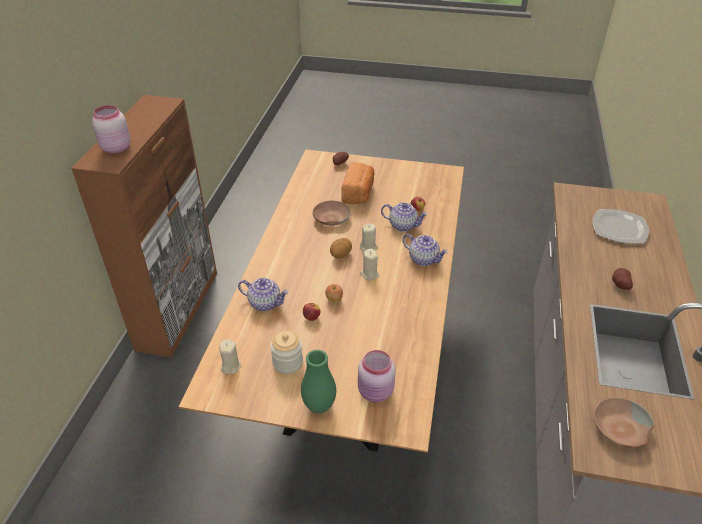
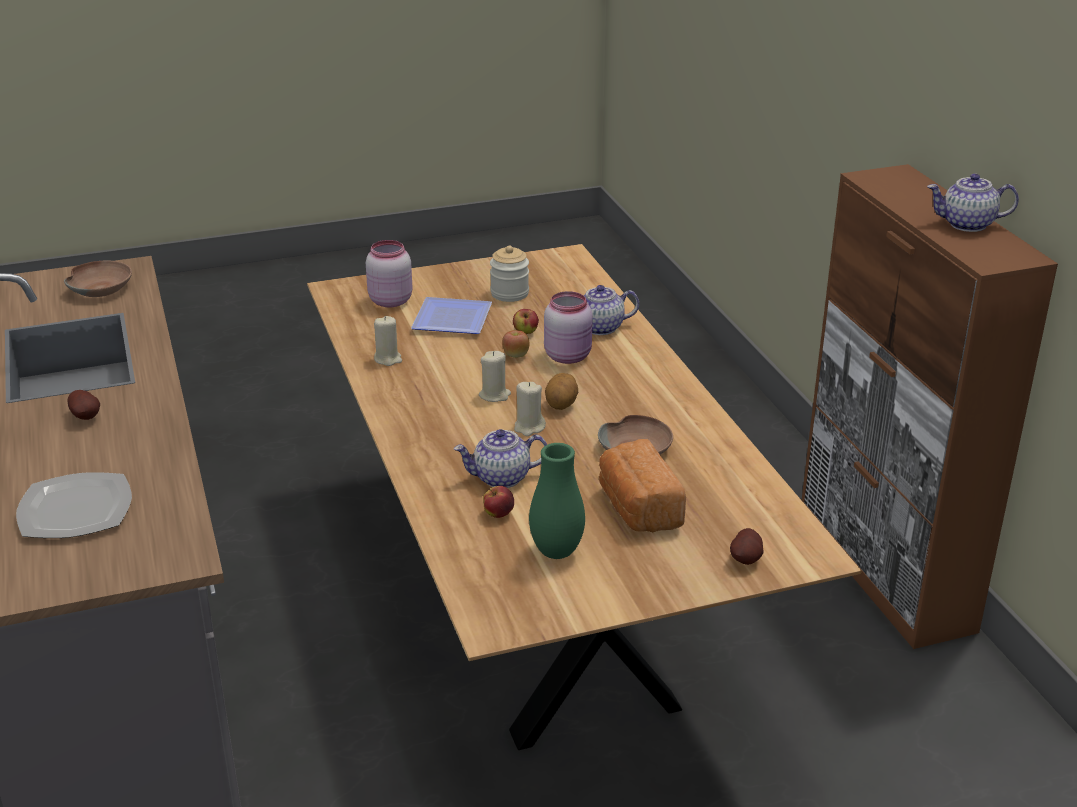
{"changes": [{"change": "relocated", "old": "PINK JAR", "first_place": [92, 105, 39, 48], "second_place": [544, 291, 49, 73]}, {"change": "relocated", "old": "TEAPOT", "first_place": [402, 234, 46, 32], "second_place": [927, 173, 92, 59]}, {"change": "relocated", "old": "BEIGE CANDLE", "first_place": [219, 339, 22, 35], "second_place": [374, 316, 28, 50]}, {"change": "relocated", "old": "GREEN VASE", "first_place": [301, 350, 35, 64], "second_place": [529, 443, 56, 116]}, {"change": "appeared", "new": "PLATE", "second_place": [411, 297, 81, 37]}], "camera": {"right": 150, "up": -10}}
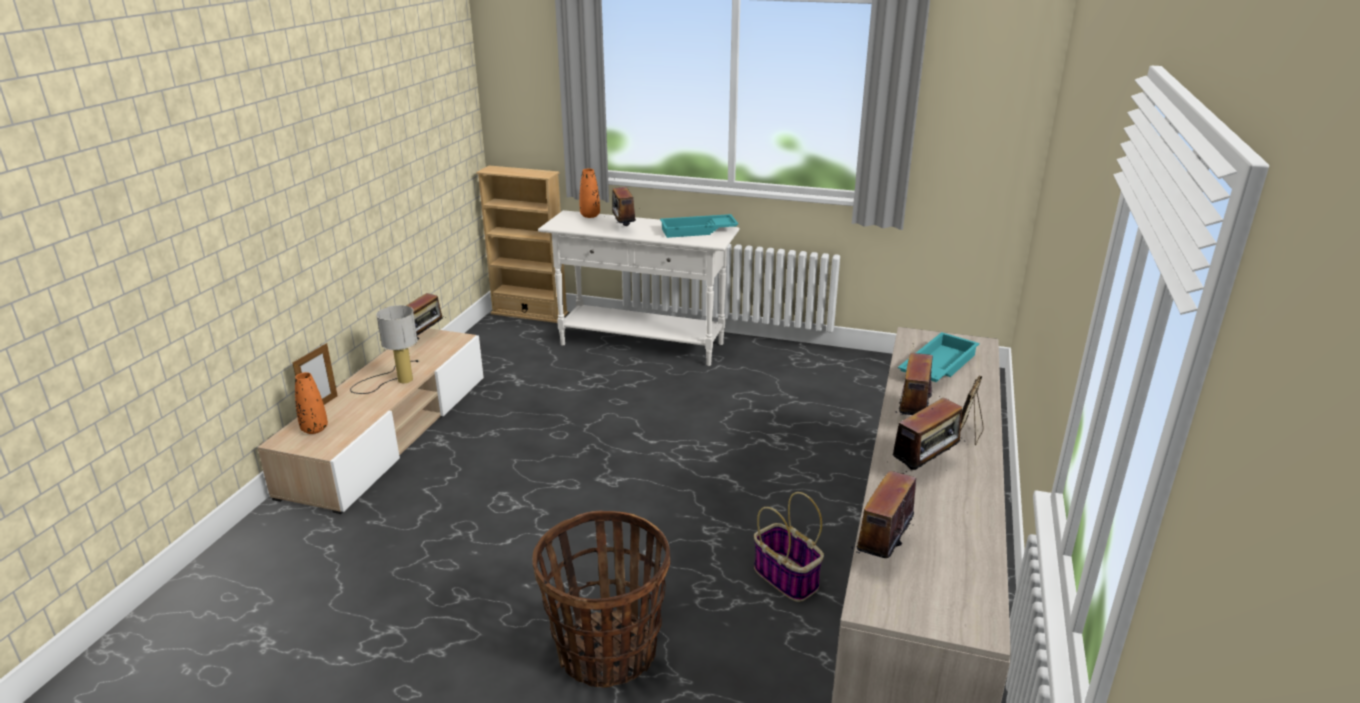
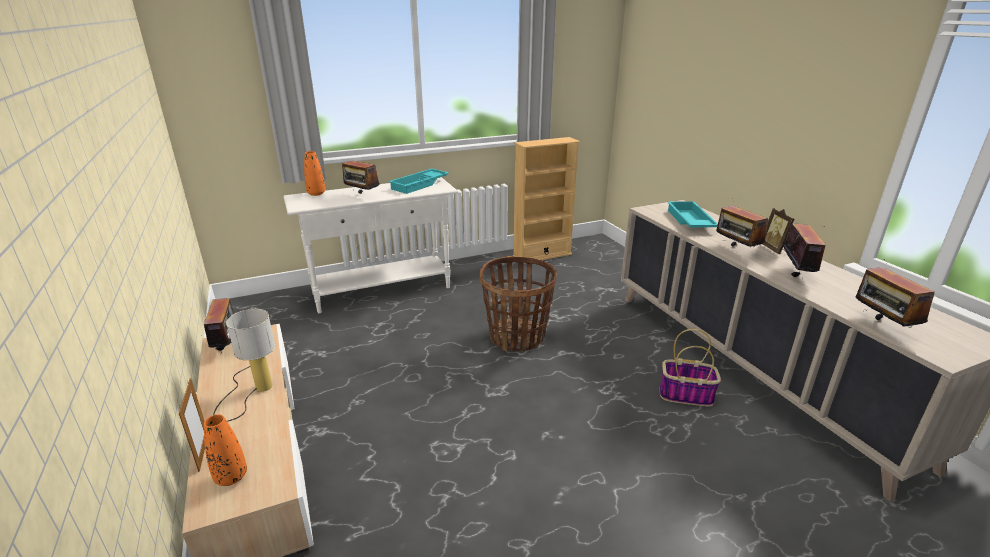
{"changes": [{"change": "relocated", "old": "BEIGE BOOKCASE", "first_place": [476, 166, 92, 157], "second_place": [512, 137, 68, 127]}, {"change": "relocated", "old": "BASKET", "first_place": [532, 511, 138, 177], "second_place": [480, 256, 77, 95]}], "camera": {"right": -40, "up": 0}}
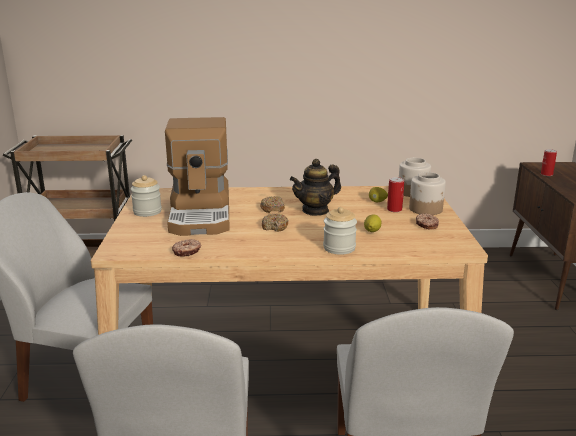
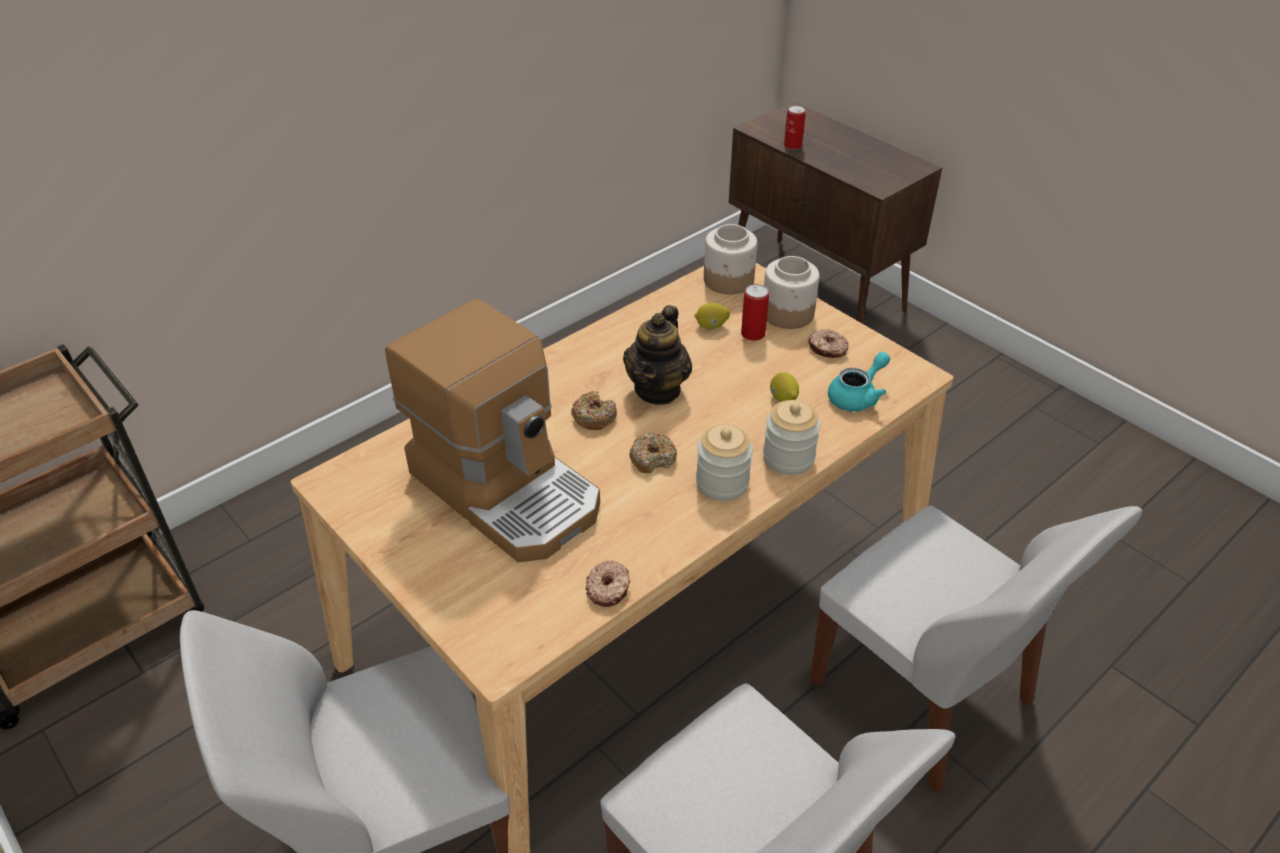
{"changes": [{"change": "relocated", "old": "JAR", "first_place": [131, 175, 31, 42], "second_place": [696, 424, 57, 77]}, {"change": "appeared", "new": "TURQUOISE TEAPOT", "second_place": [828, 352, 62, 60]}], "camera": {"right": -40, "up": 20}}
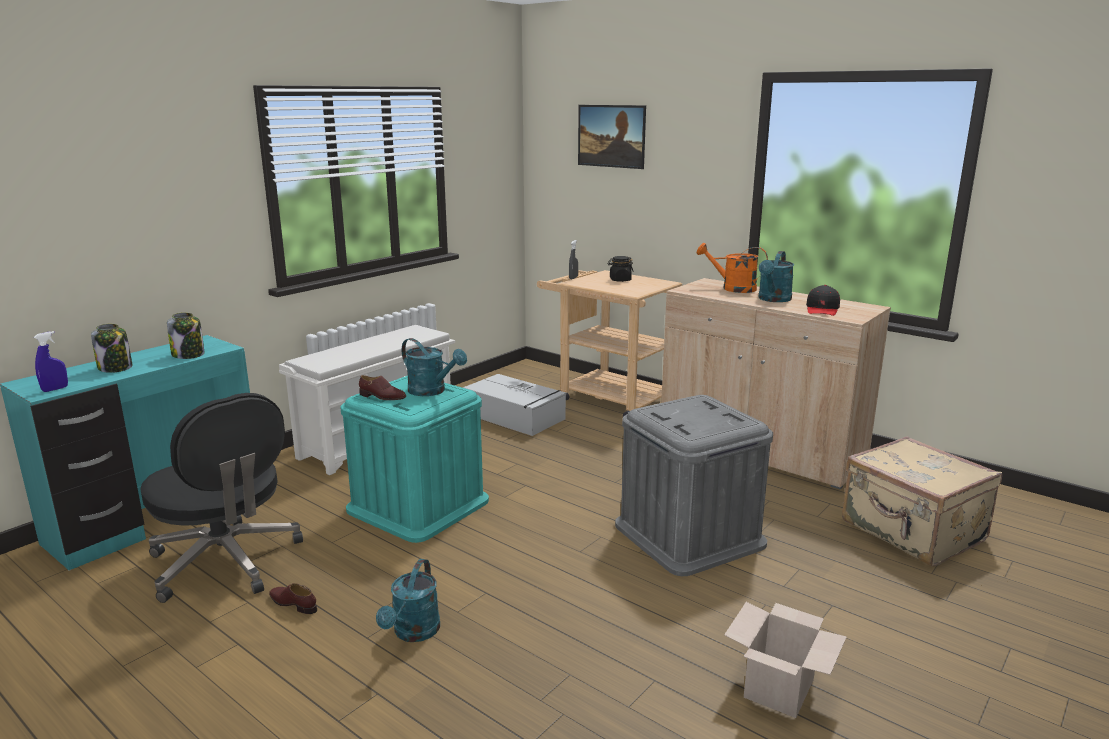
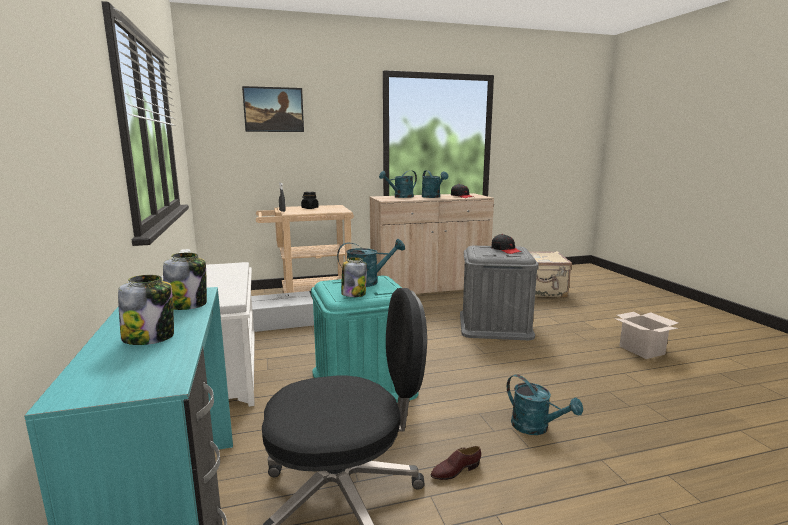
{"changes": [{"change": "colour", "old": "ORANGE WATERING CAN", "new": "TURQUOISE WATERING CAN", "first_place": [697, 243, 71, 50], "second_place": [379, 170, 38, 28]}, {"change": "missing", "old": "BLUE SPRAY BOTTLE", "first_place": [34, 331, 34, 61]}, {"change": "exchanged", "old": "BROWN SHOE", "new": "JAR", "first_place": [359, 375, 47, 25], "second_place": [341, 257, 26, 40]}, {"change": "appeared", "new": "BLACK CAP", "second_place": [491, 234, 31, 20]}], "camera": {"right": -55, "up": -5}}
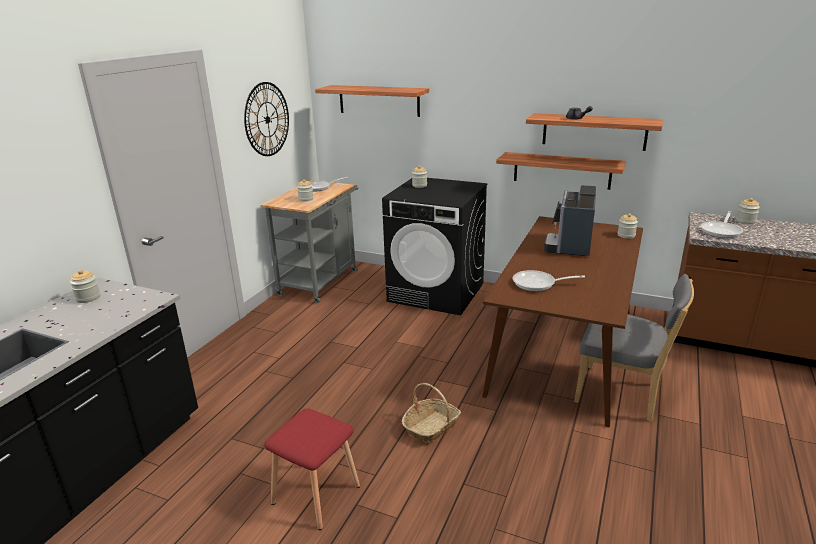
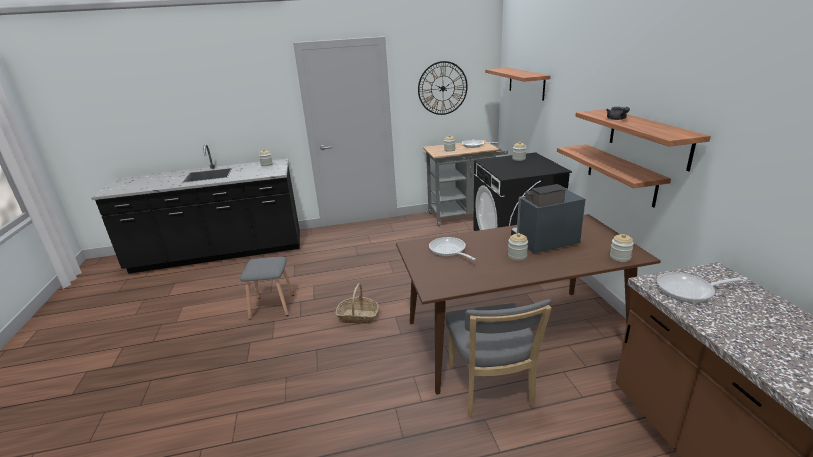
{"changes": [{"change": "relocated", "old": "JAR", "first_place": [736, 198, 24, 26], "second_place": [508, 233, 20, 27]}, {"change": "colour", "old": "RED STOOL", "new": "GREY STOOL", "first_place": [264, 408, 96, 122], "second_place": [240, 257, 54, 63]}], "camera": {"right": 55, "up": 0}}
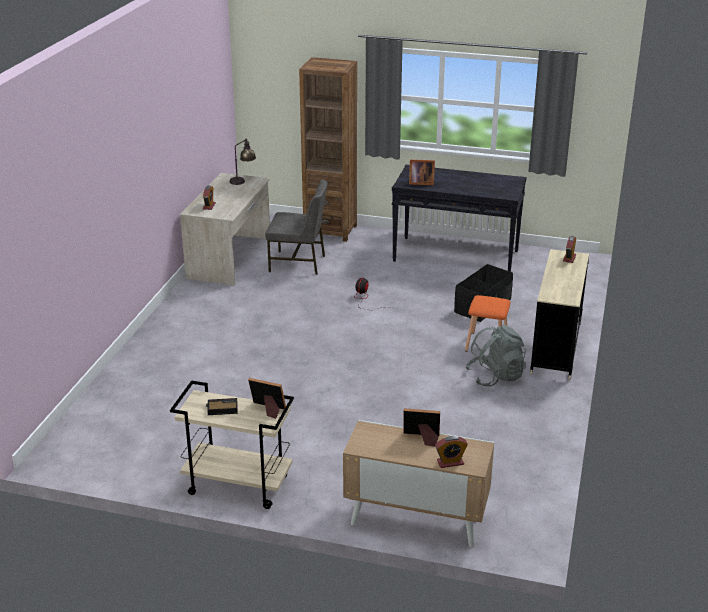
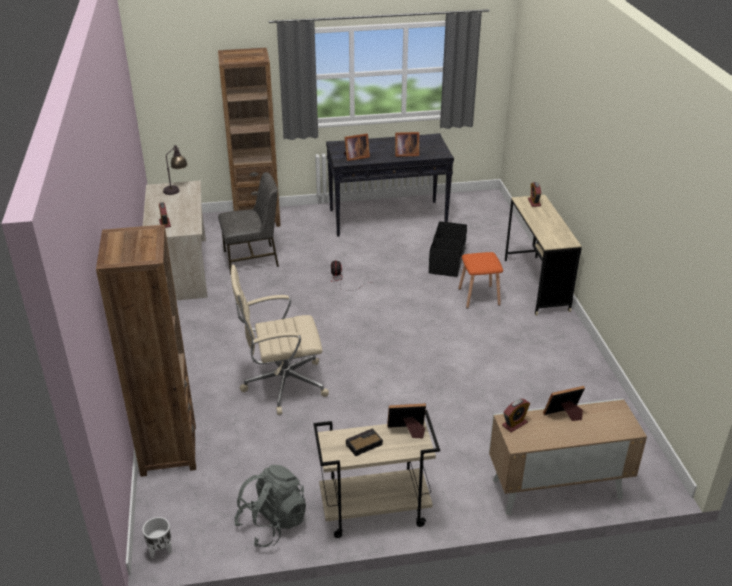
{"changes": [{"change": "relocated", "old": "GREY BACKPACK", "first_place": [466, 325, 60, 61], "second_place": [234, 465, 72, 82]}, {"change": "relocated", "old": "ALARM CLOCK", "first_place": [435, 436, 33, 32], "second_place": [502, 399, 28, 33]}, {"change": "appeared", "new": "PICTURE FRAME", "second_place": [395, 132, 24, 25]}, {"change": "appeared", "new": "BROWN BOOKCASE", "second_place": [96, 225, 100, 252]}, {"change": "appeared", "new": "BEIGE OFFICE CHAIR", "second_place": [231, 265, 98, 150]}, {"change": "appeared", "new": "WHITE PLANTER", "second_place": [142, 517, 30, 42]}], "camera": {"right": -25, "up": 5}}
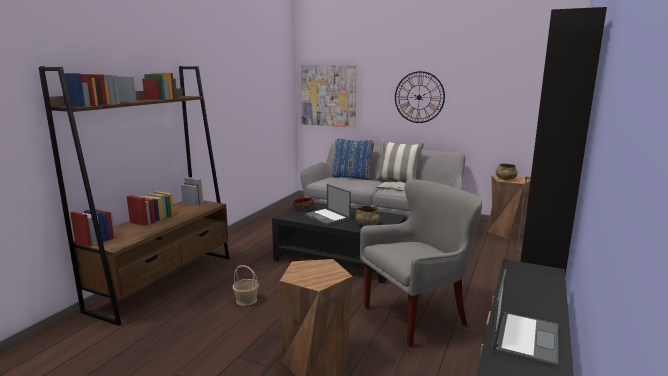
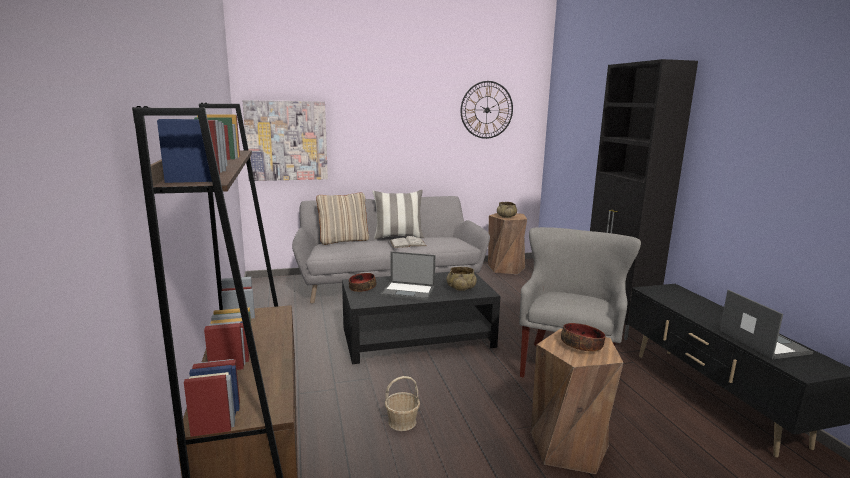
{"changes": [{"change": "relocated", "old": "WALL CLOCK", "first_place": [395, 71, 50, 52], "second_place": [461, 81, 52, 58]}, {"change": "colour", "old": "BLUE PILLOW", "new": "BEIGE PILLOW", "first_place": [332, 138, 42, 42], "second_place": [316, 192, 53, 53]}, {"change": "appeared", "new": "BOWL", "second_place": [561, 323, 44, 29]}], "camera": {"right": -40, "up": 0}}
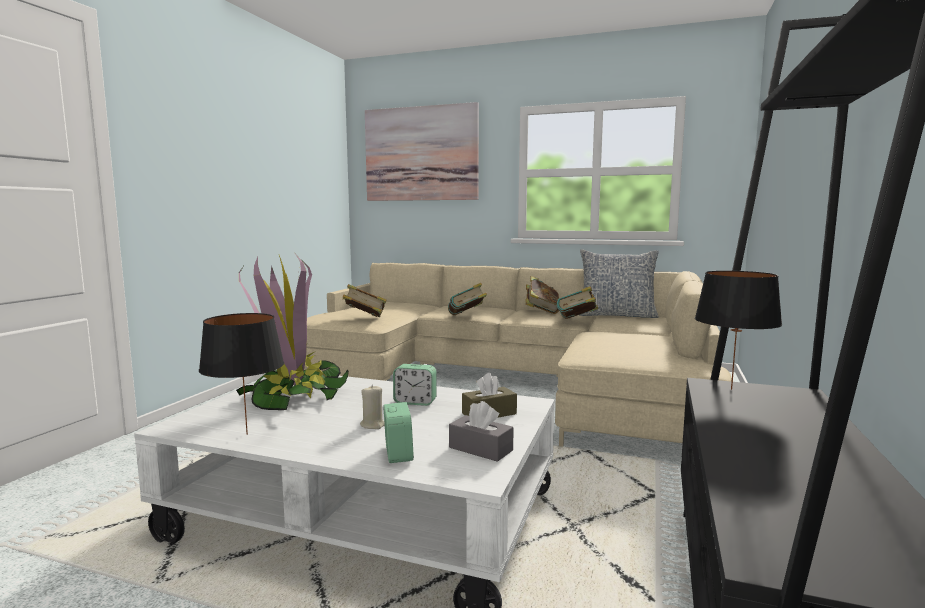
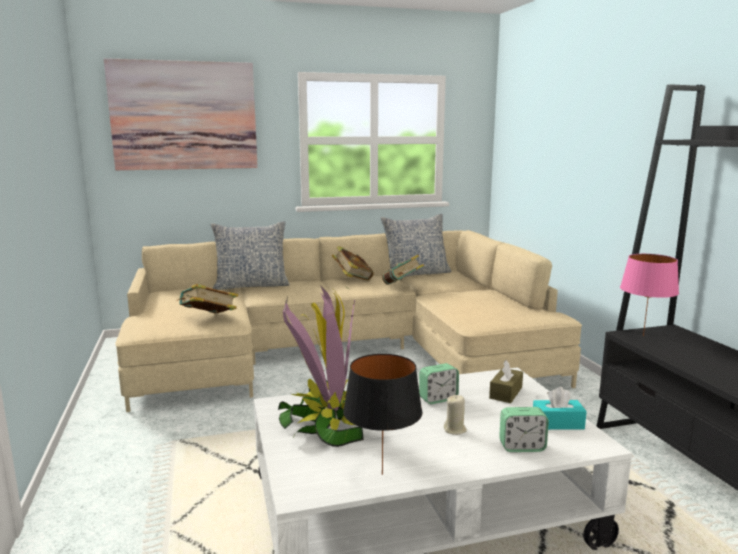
{"changes": [{"change": "colour", "old": "BLACK TABLE LAMP", "new": "PINK TABLE LAMP", "first_place": [695, 270, 87, 120], "second_place": [620, 254, 59, 82]}, {"change": "missing", "old": "BOOK", "first_place": [448, 283, 39, 32]}, {"change": "colour", "old": "GREY TISSUE BOX", "new": "TURQUOISE TISSUE BOX", "first_place": [449, 401, 65, 61], "second_place": [533, 387, 54, 43]}, {"change": "spun", "old": "ALARM CLOCK", "first_place": [383, 402, 31, 61], "second_place": [499, 407, 50, 45], "degrees": 135}, {"change": "appeared", "new": "PILLOW", "second_place": [211, 221, 79, 69]}], "camera": {"right": -35, "up": 5}}
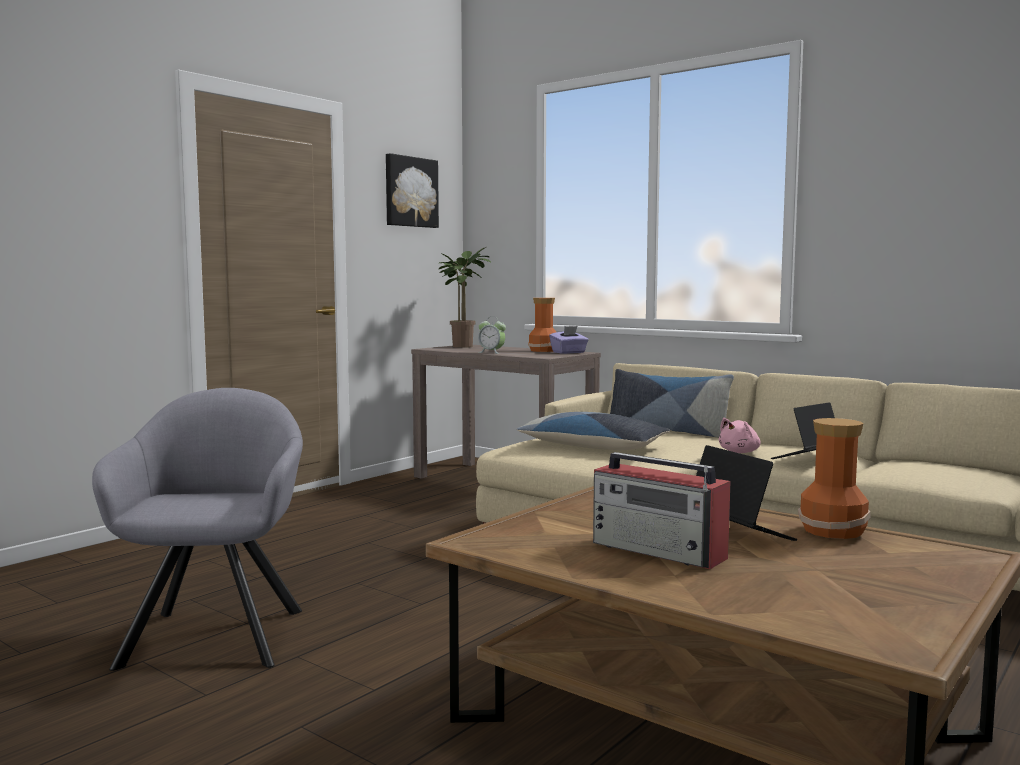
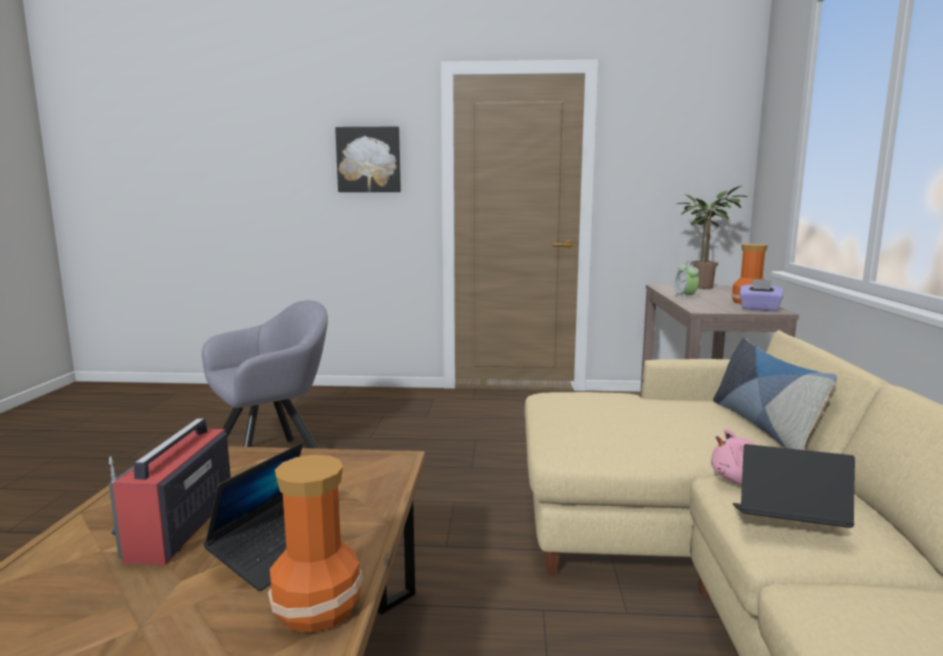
{"changes": [{"change": "relocated", "old": "PICTURE", "first_place": [386, 153, 53, 75], "second_place": [335, 127, 66, 65]}, {"change": "missing", "old": "PILLOW", "first_place": [516, 412, 154, 38]}], "camera": {"right": 55, "up": 5}}
